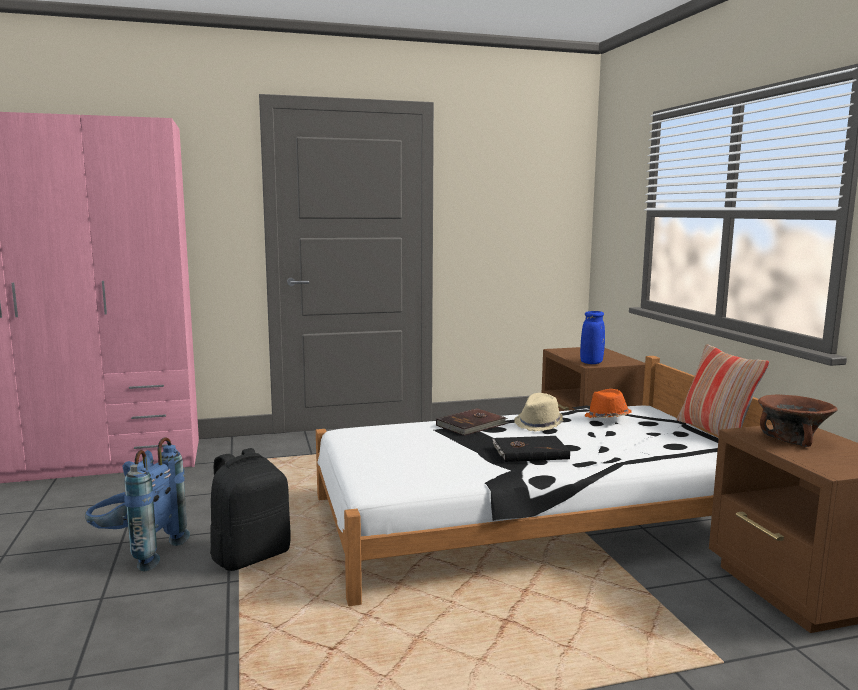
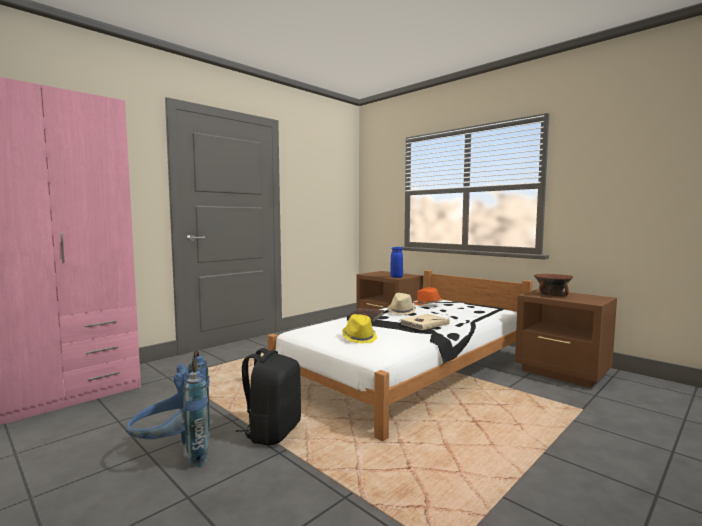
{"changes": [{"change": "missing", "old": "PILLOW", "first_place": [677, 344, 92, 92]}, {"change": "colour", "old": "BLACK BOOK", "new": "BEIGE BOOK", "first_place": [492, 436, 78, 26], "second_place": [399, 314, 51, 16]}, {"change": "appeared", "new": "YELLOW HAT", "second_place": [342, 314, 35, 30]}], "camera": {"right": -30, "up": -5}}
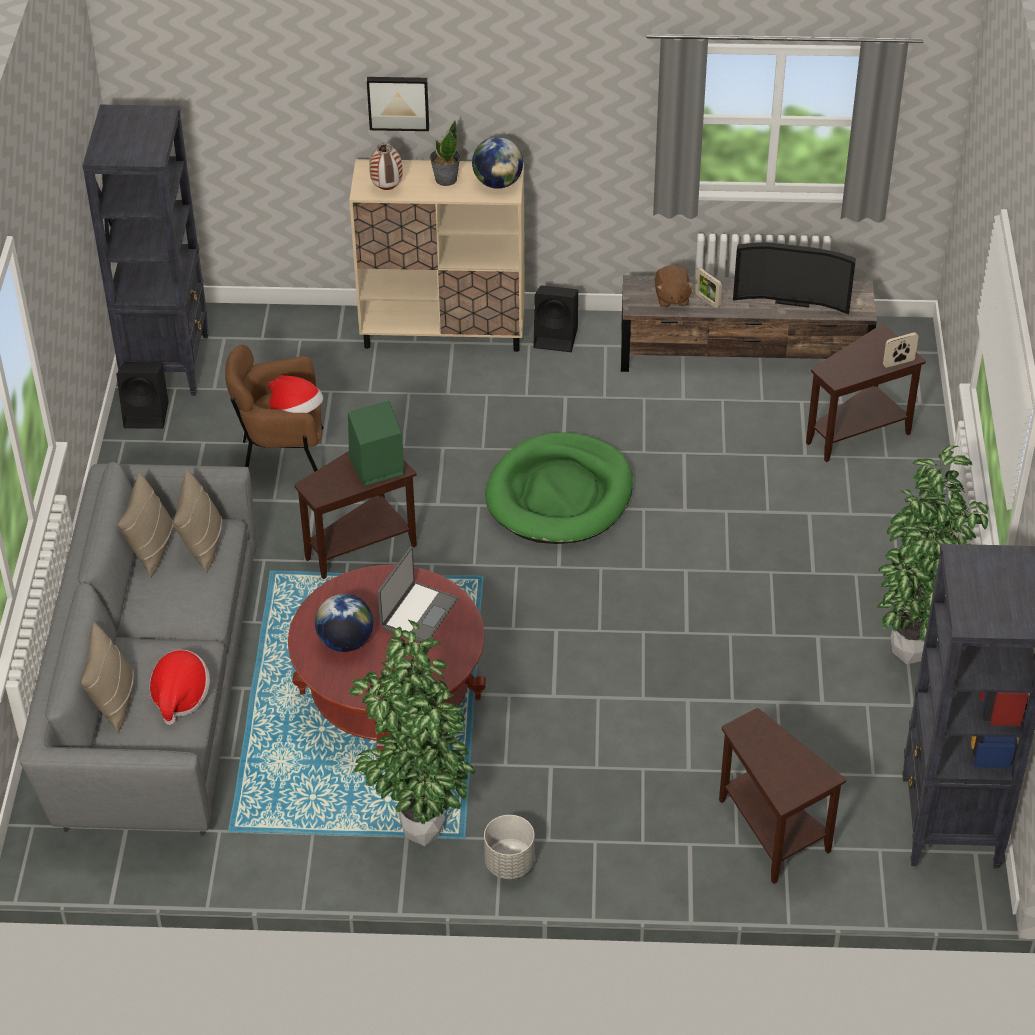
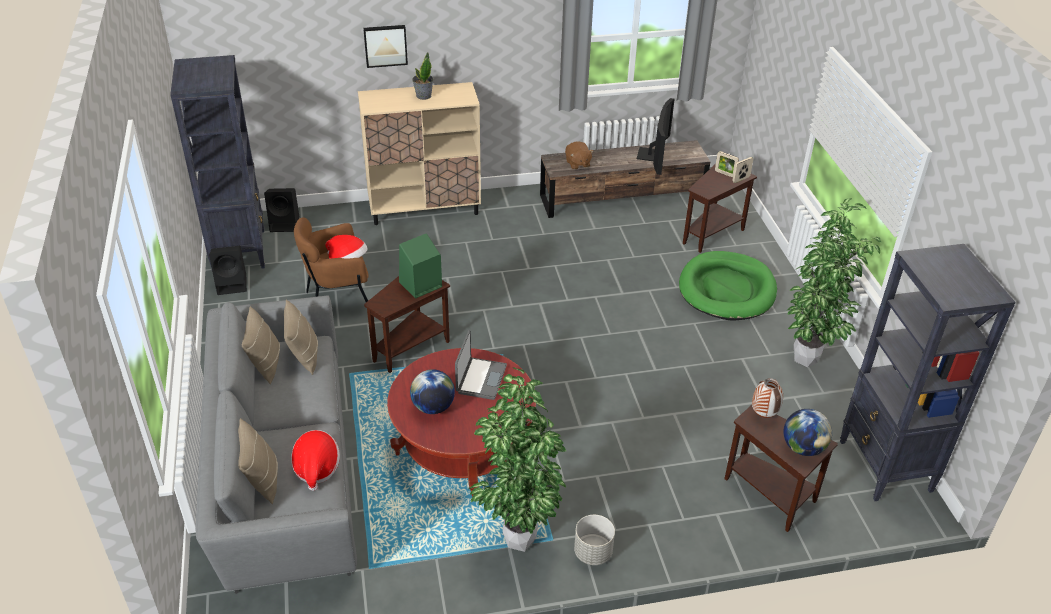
{"changes": [{"change": "relocated", "old": "GLOBE", "first_place": [472, 137, 51, 52], "second_place": [783, 409, 49, 47]}, {"change": "relocated", "old": "VASE", "first_place": [369, 143, 34, 47], "second_place": [752, 378, 31, 40]}, {"change": "spun", "old": "TELEVISION", "first_place": [733, 242, 123, 73], "second_place": [637, 98, 38, 77], "degrees": -75}, {"change": "relocated", "old": "PICTURE FRAME", "first_place": [695, 268, 27, 40], "second_place": [715, 151, 24, 26]}, {"change": "relocated", "old": "BLACK SPEAKER", "first_place": [534, 285, 44, 67], "second_place": [264, 188, 35, 44]}, {"change": "relocated", "old": "GREEN DOG BED", "first_place": [485, 432, 148, 112], "second_place": [679, 251, 98, 69]}], "camera": {"right": -15, "up": -5}}
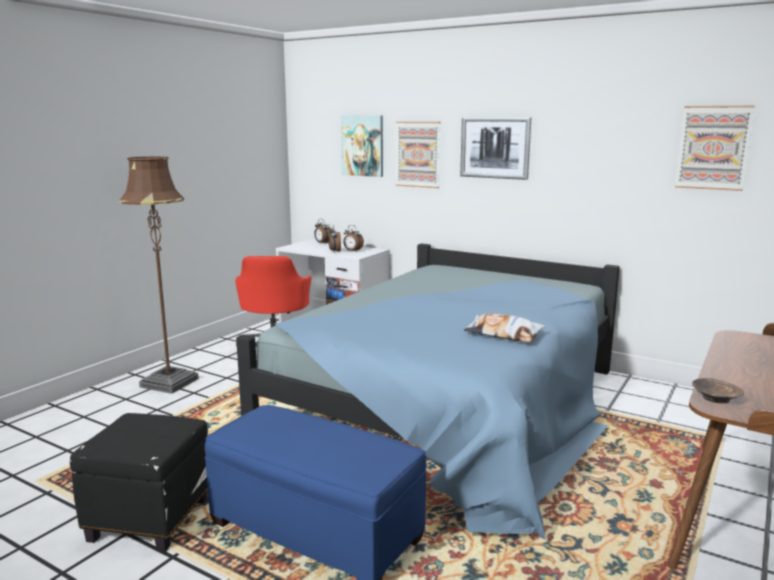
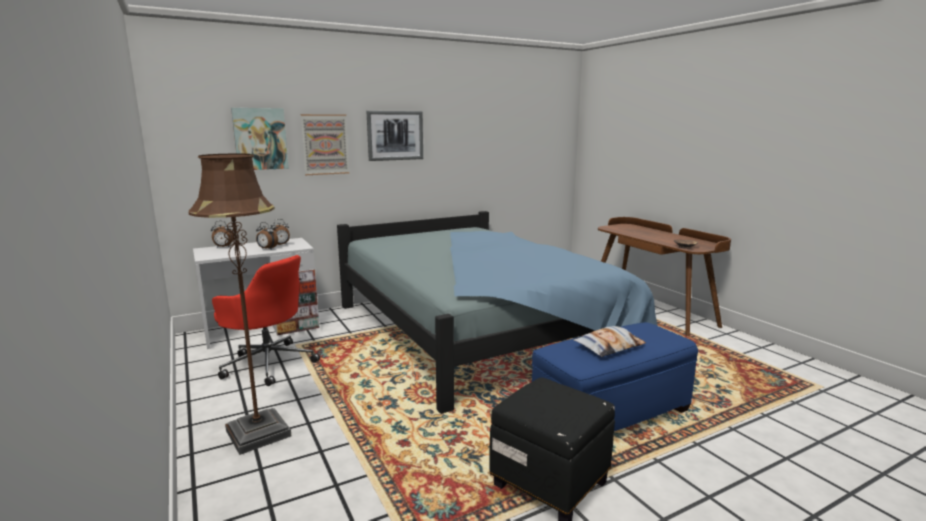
{"changes": [{"change": "missing", "old": "PICTURE", "first_place": [675, 106, 79, 85]}, {"change": "relocated", "old": "PILLOW", "first_place": [463, 313, 82, 29], "second_place": [574, 326, 72, 31]}], "camera": {"right": -60, "up": 0}}
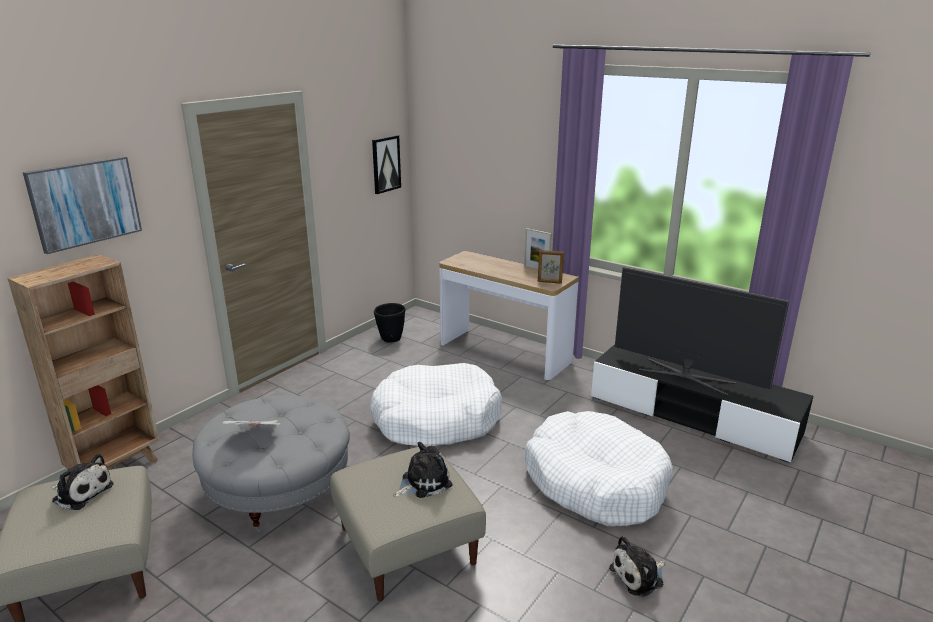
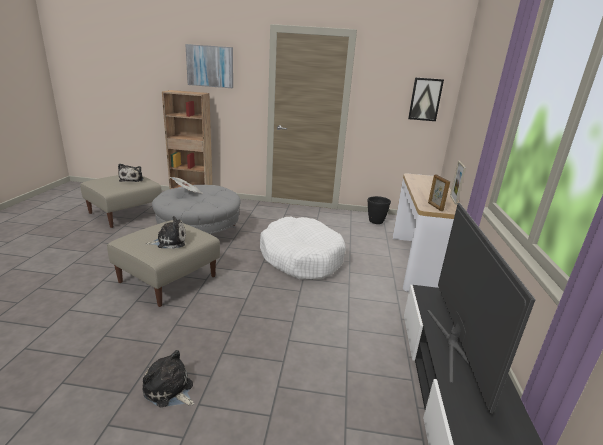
{"changes": [{"change": "missing", "old": "WHITE DOG BED", "first_place": [525, 411, 148, 115]}, {"change": "spun", "old": "PLUSH TOY", "first_place": [394, 442, 58, 56], "second_place": [145, 216, 41, 33], "degrees": -45}], "camera": {"right": 60, "up": 0}}
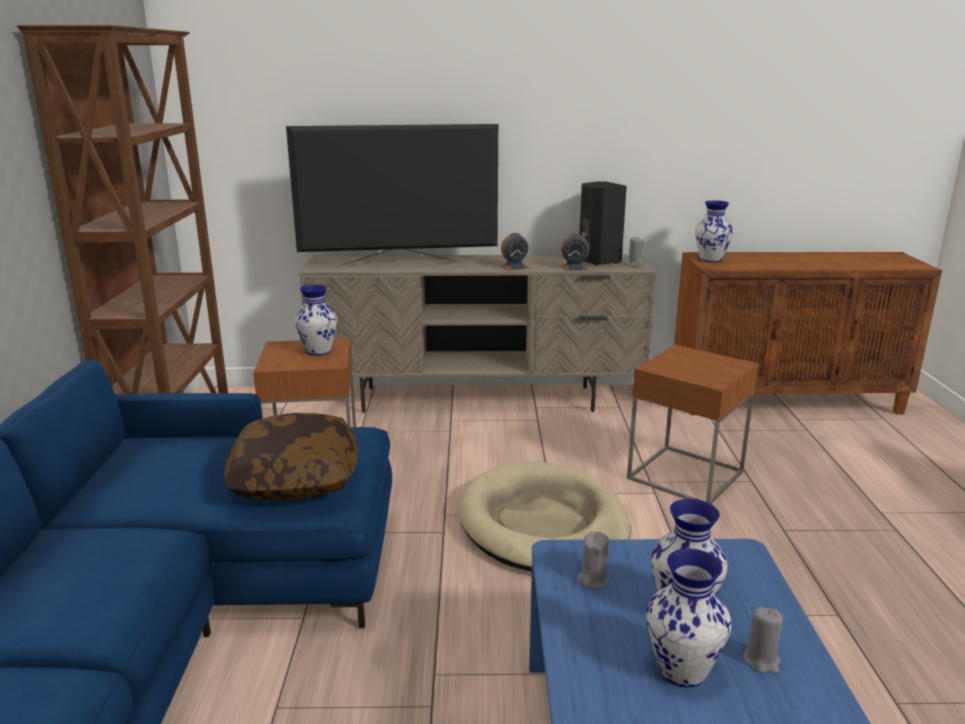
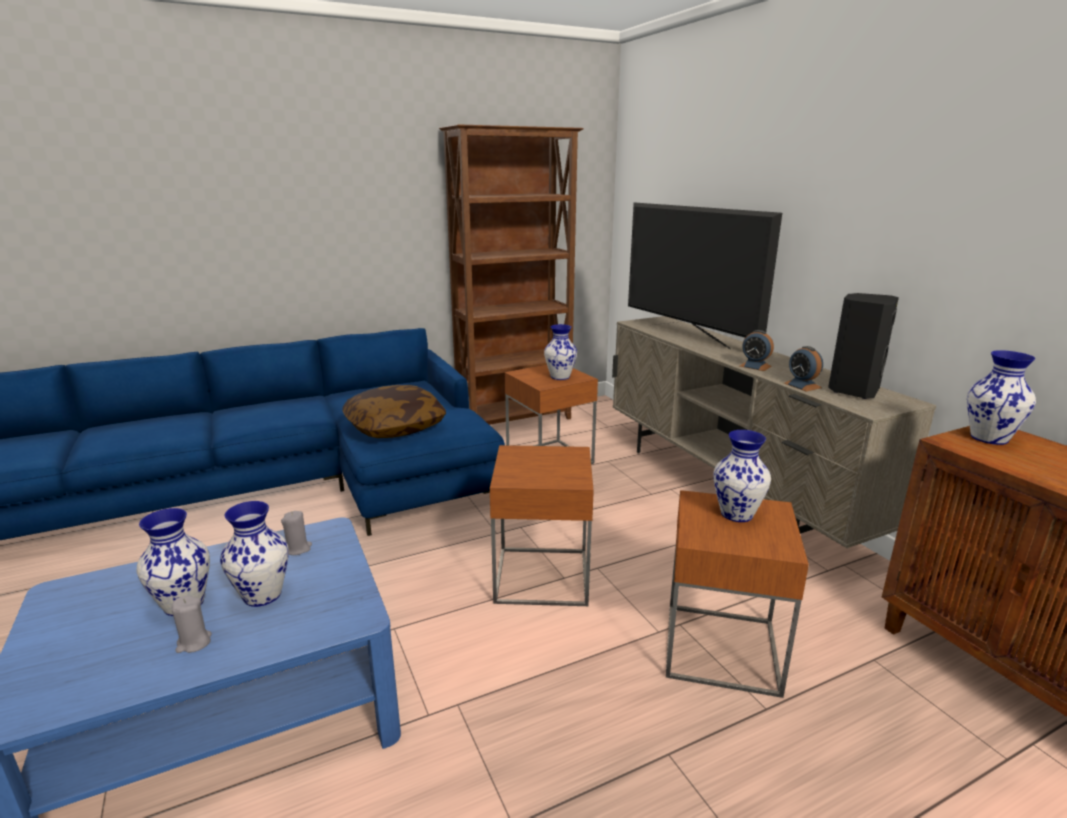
{"changes": [{"change": "missing", "old": "GREY CANDLE", "first_place": [626, 237, 18, 30]}, {"change": "exchanged", "old": "BEIGE DOG BED", "new": "BROWN SIDE TABLE", "first_place": [459, 461, 172, 111], "second_place": [490, 445, 104, 161]}, {"change": "appeared", "new": "VASE", "second_place": [714, 430, 57, 92]}], "camera": {"right": 65, "up": 0}}
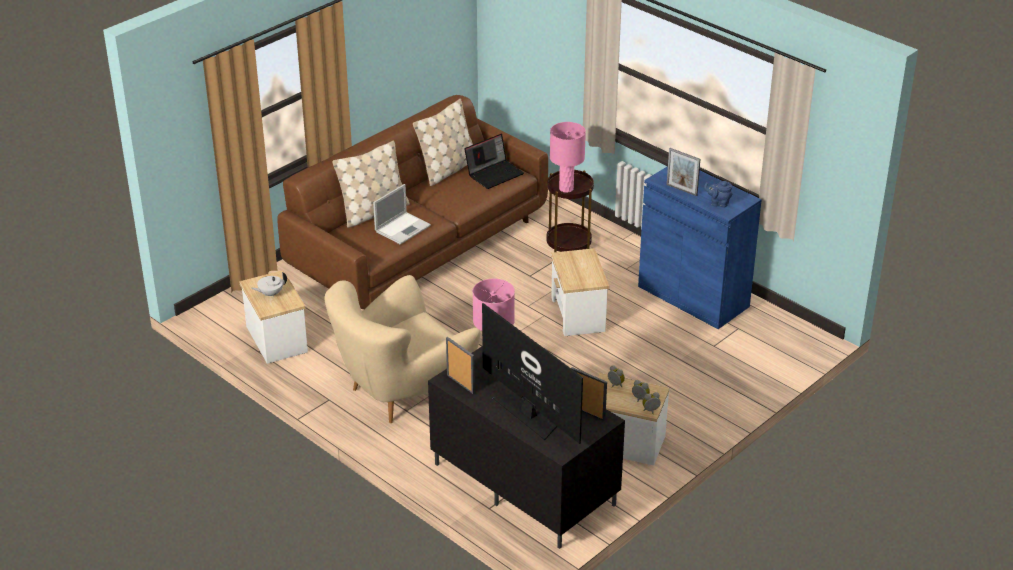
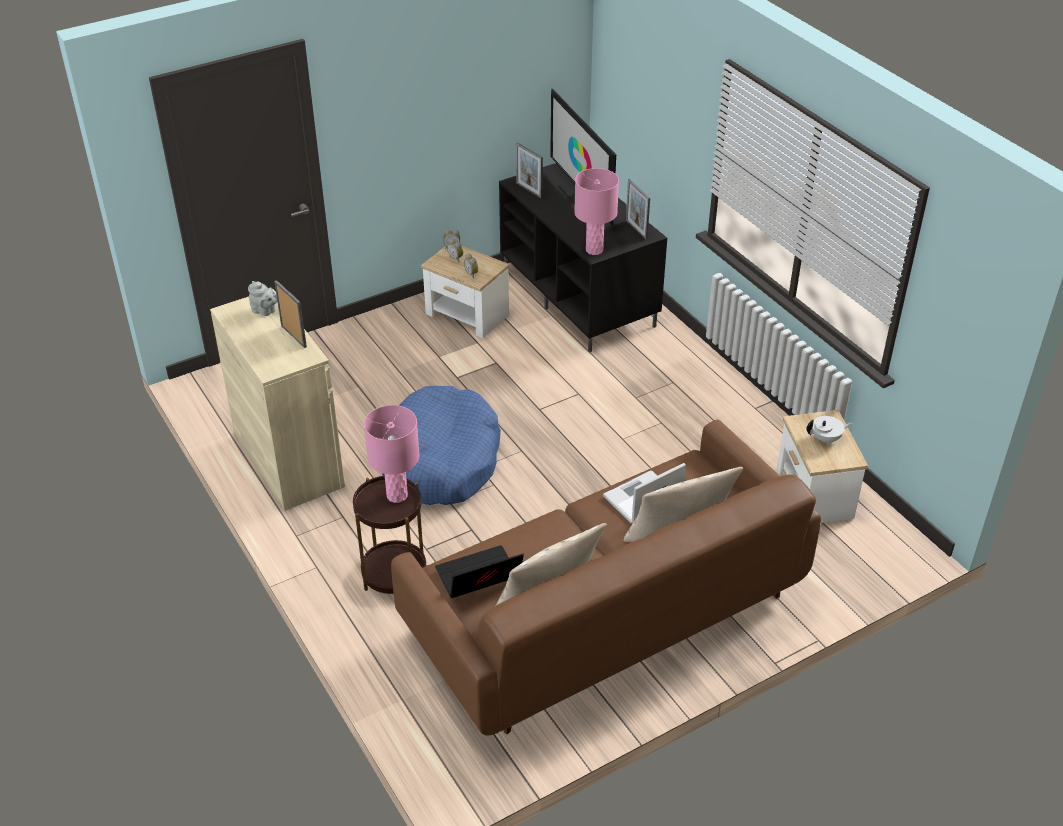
{"changes": [{"change": "colour", "old": "BLUE CABINET", "new": "BEIGE CABINET", "first_place": [638, 166, 124, 163], "second_place": [210, 289, 135, 222]}, {"change": "colour", "old": "BLUE TEAPOT", "new": "GREY TEAPOT", "first_place": [704, 181, 29, 26], "second_place": [248, 281, 29, 35]}, {"change": "exchanged", "old": "SIDE TABLE", "new": "BLUE DOG BED", "first_place": [551, 248, 58, 88], "second_place": [382, 386, 119, 119]}, {"change": "missing", "old": "BEIGE ARMCHAIR", "first_place": [325, 275, 156, 148]}], "camera": {"right": -165, "up": 5}}
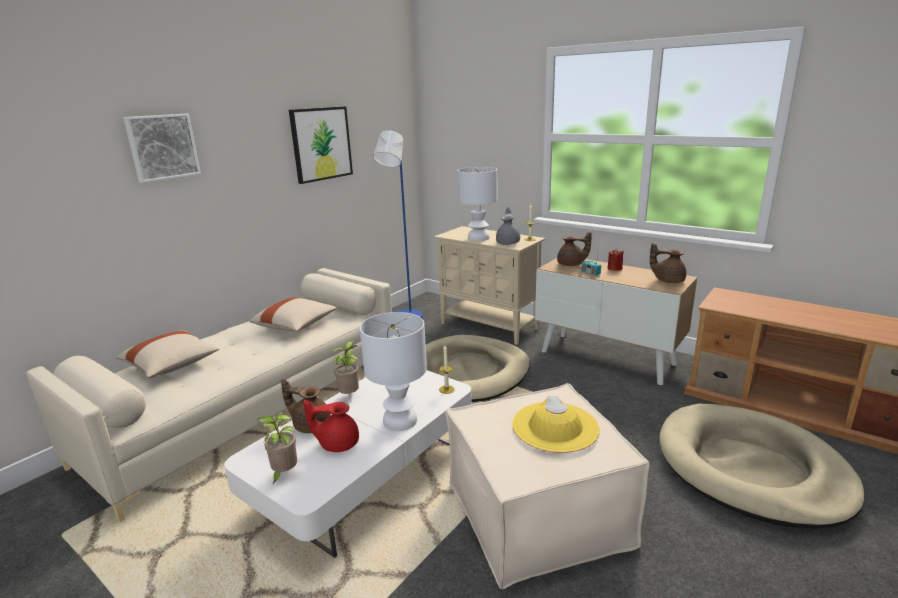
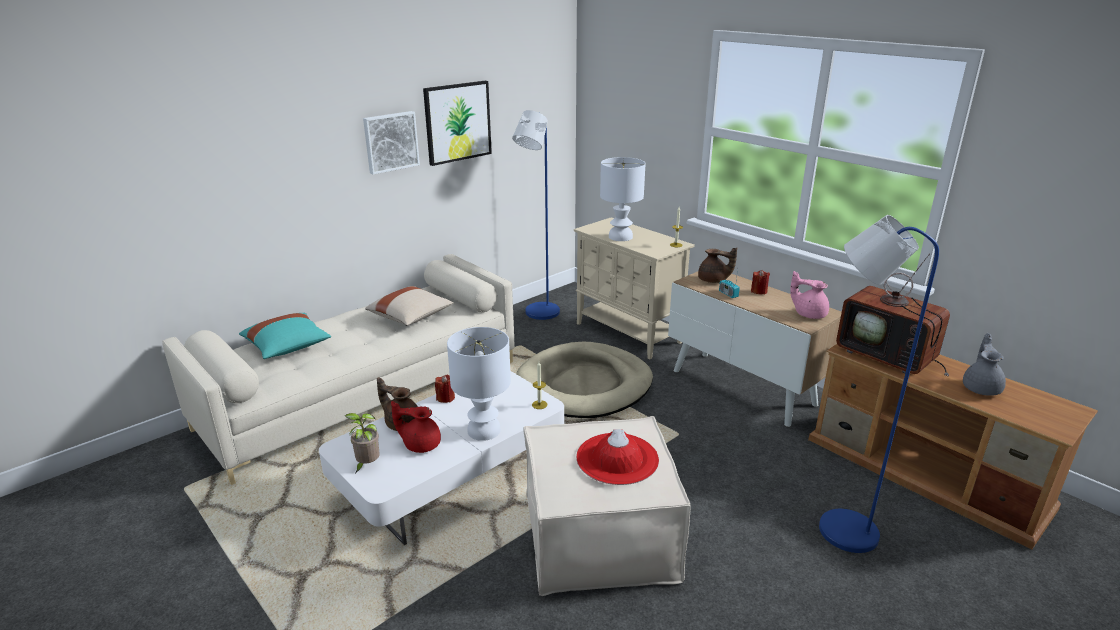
{"changes": [{"change": "relocated", "old": "PICTURE", "first_place": [123, 114, 78, 69], "second_place": [363, 111, 57, 64]}, {"change": "relocated", "old": "GREY TEAPOT", "first_place": [496, 207, 24, 38], "second_place": [963, 333, 43, 63]}, {"change": "colour", "old": "BROWN TEAPOT", "new": "PINK TEAPOT", "first_place": [650, 243, 36, 40], "second_place": [790, 271, 39, 48]}, {"change": "colour", "old": "BEIGE PILLOW", "new": "TURQUOISE PILLOW", "first_place": [116, 331, 103, 47], "second_place": [239, 313, 92, 46]}, {"change": "exchanged", "old": "POTTED PLANT", "new": "RED CANDLE", "first_place": [332, 341, 27, 53], "second_place": [435, 375, 20, 28]}, {"change": "colour", "old": "YELLOW HAT", "new": "RED HAT", "first_place": [512, 396, 88, 57], "second_place": [576, 429, 83, 56]}, {"change": "exchanged", "old": "BEIGE DOG BED", "new": "BLUE FLOOR LAMP", "first_place": [659, 404, 206, 125], "second_place": [819, 215, 120, 338]}, {"change": "appeared", "new": "TELEVISION", "second_place": [836, 253, 114, 124]}], "camera": {"right": 10, "up": 5}}
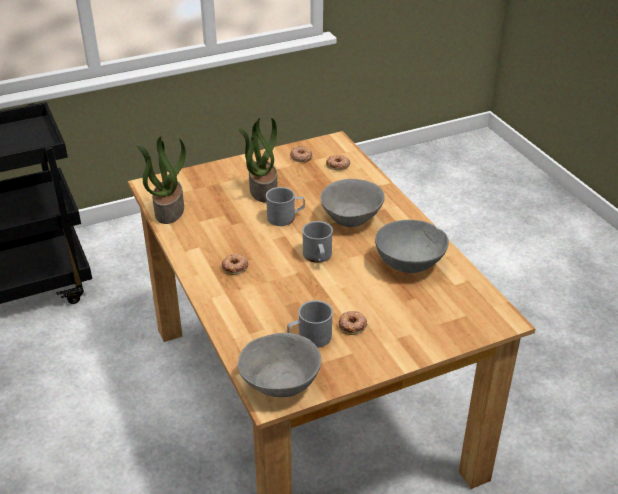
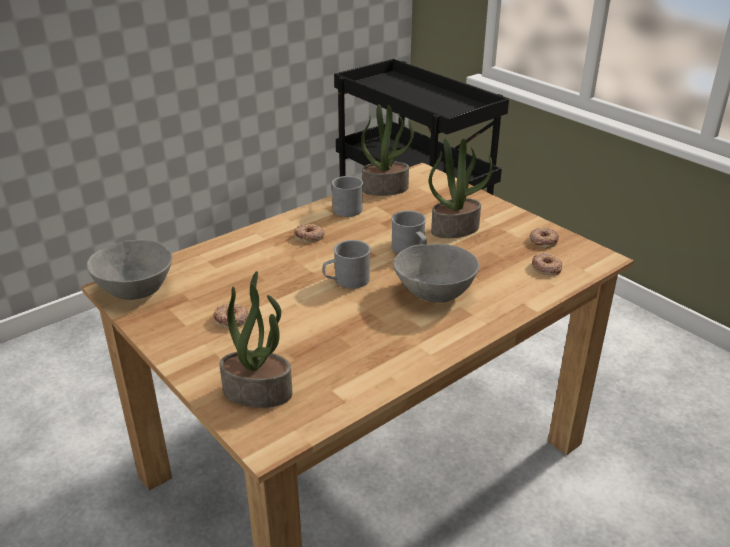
{"changes": [{"change": "missing", "old": "GREY BOWL", "first_place": [375, 220, 74, 53]}, {"change": "relocated", "old": "GREY MUG", "first_place": [287, 300, 46, 48], "second_place": [331, 176, 32, 41]}, {"change": "appeared", "new": "POTTED PLANT", "second_place": [219, 271, 74, 137]}], "camera": {"right": 75, "up": -5}}
